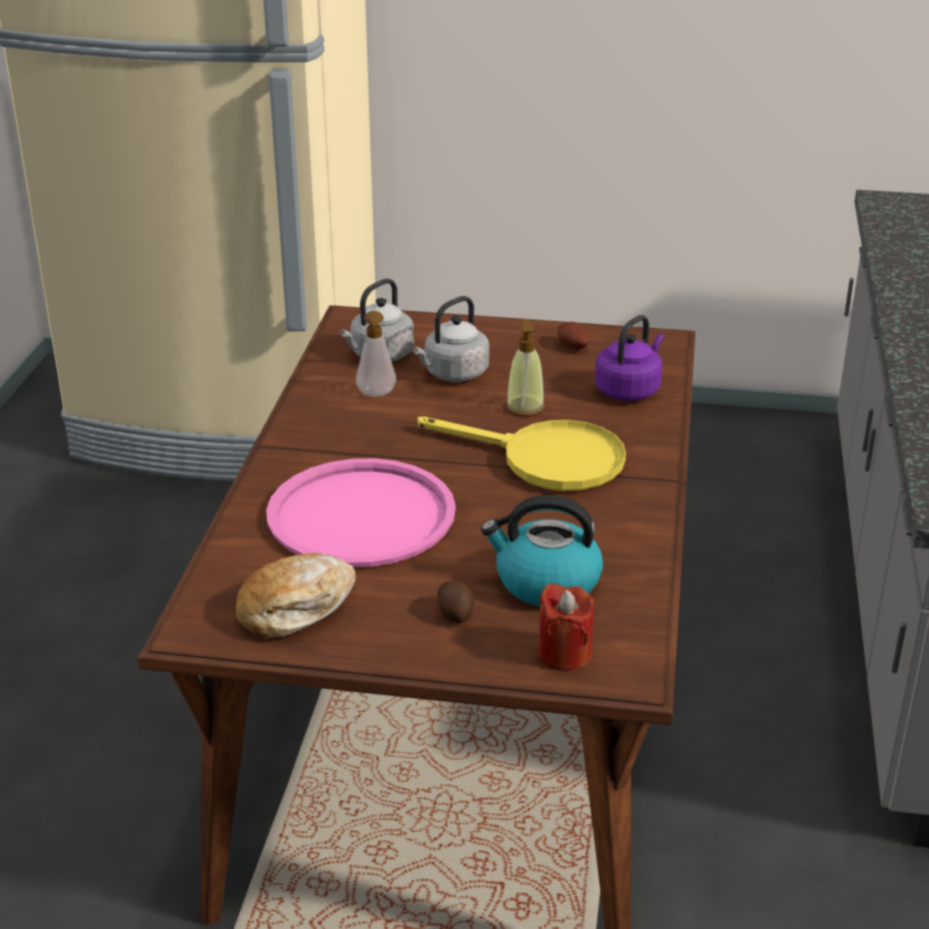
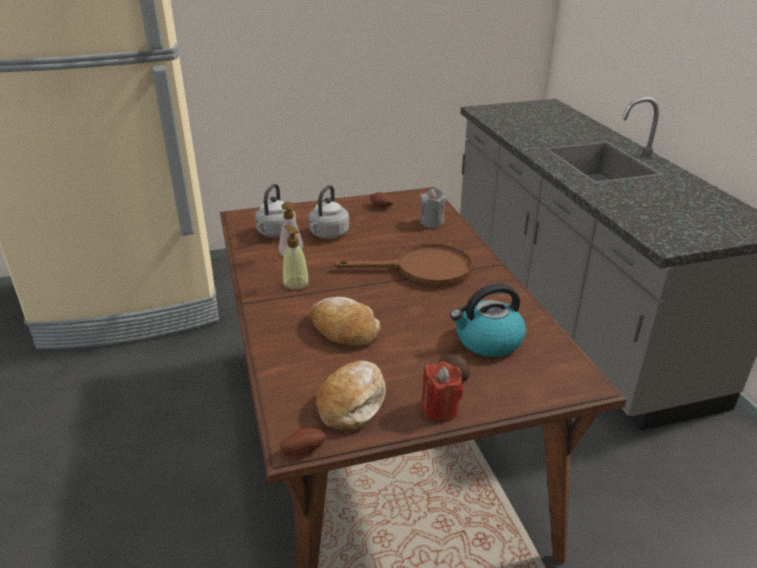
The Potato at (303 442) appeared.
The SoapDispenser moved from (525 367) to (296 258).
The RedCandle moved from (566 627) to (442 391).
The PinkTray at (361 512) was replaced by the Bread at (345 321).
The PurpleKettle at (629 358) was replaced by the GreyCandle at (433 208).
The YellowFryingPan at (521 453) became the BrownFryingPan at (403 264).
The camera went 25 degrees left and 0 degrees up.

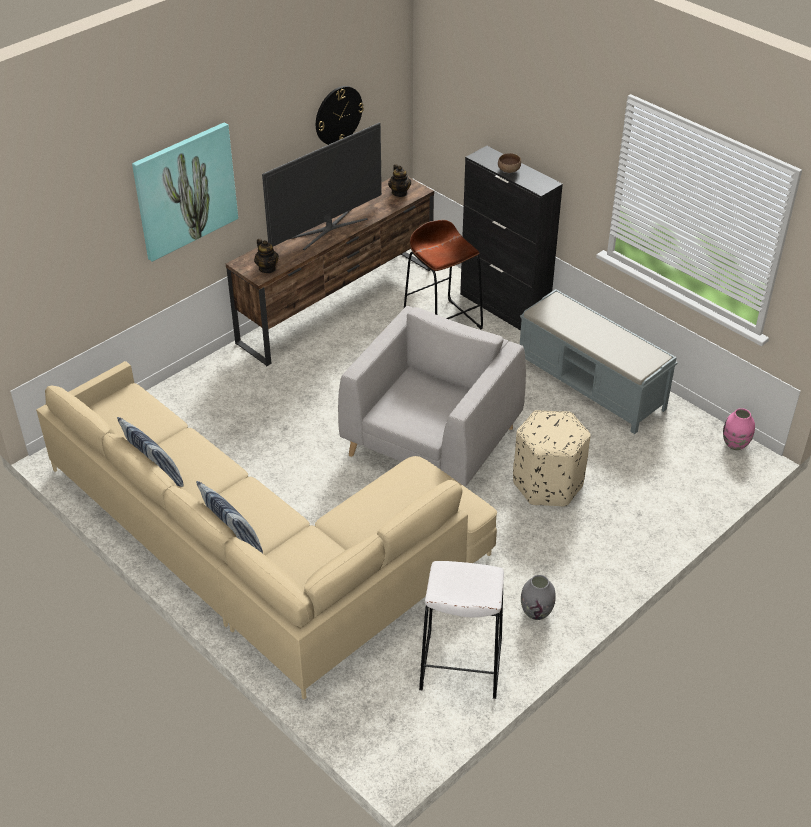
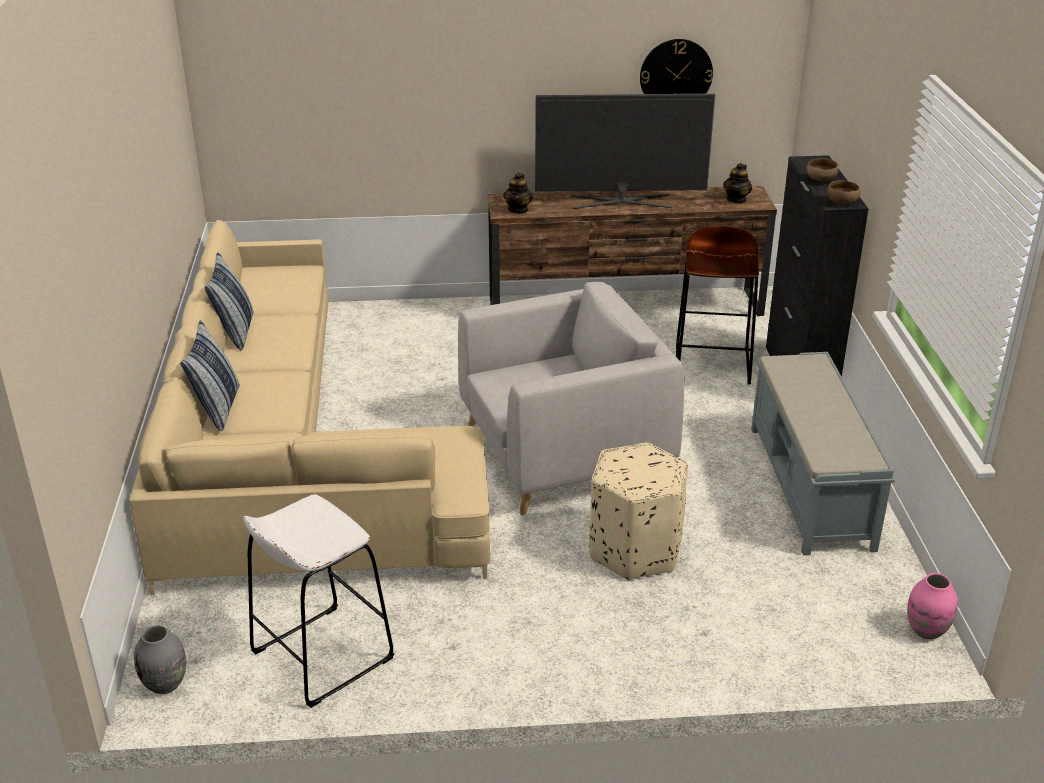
The Picture at (185 192) disappeared.
The BrownBowl at (843 192) appeared.
The GreyVase moved from (538 597) to (160 659).
The camera went 40 degrees right and 10 degrees down.

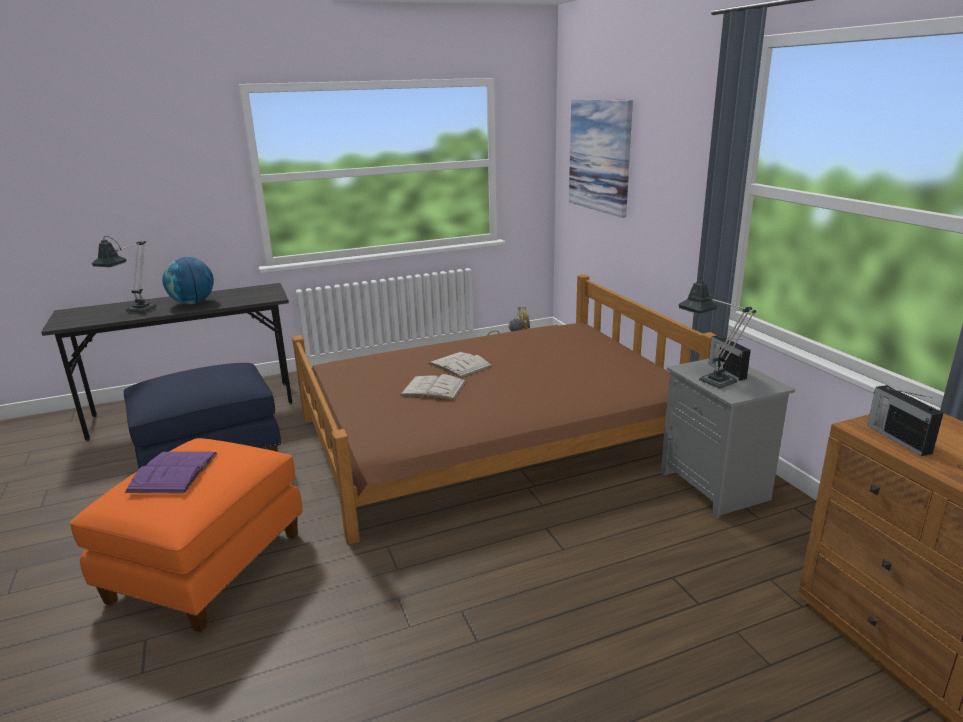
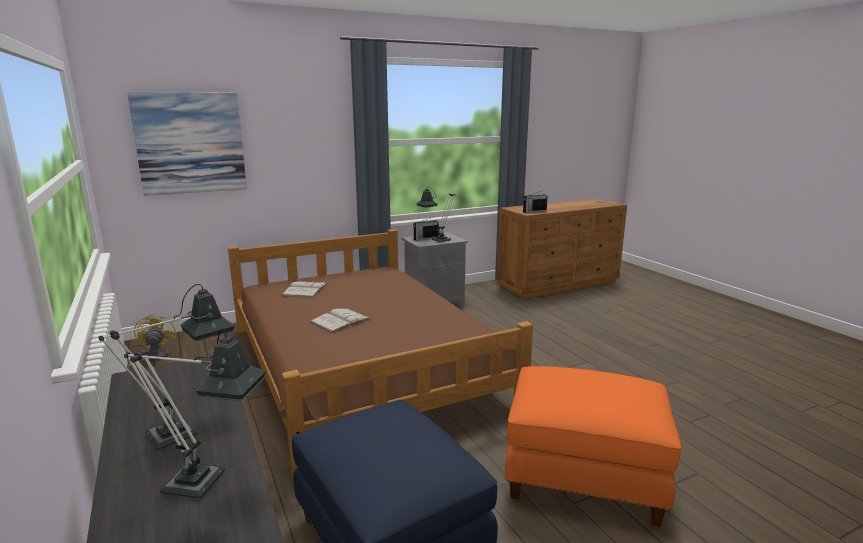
The PurpleBook at (171 473) disappeared.
The WhiteBook moved from (433 387) to (305 289).
The Globe at (188 280) was replaced by the TableLamp at (167 367).
The camera went 95 degrees left and 5 degrees down.

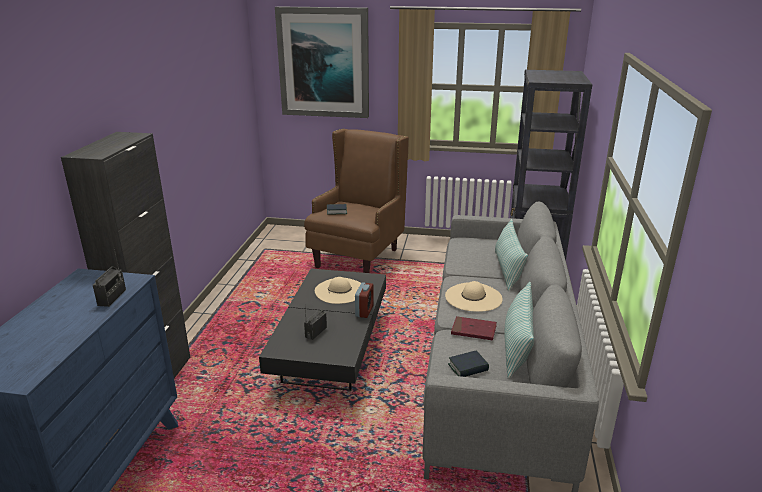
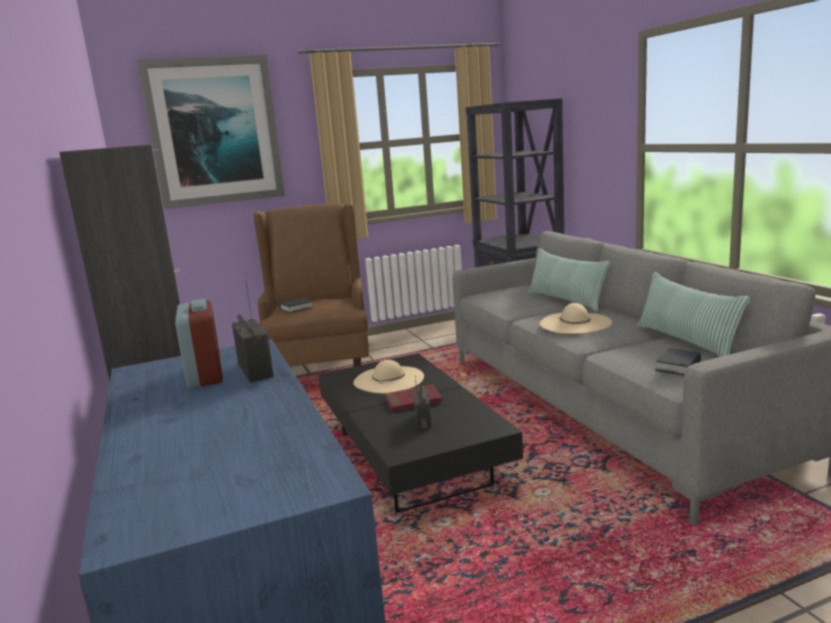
The AlarmClock moved from (364 300) to (199 343).
The RedBook moved from (474 328) to (413 398).
The camera went 30 degrees left and 10 degrees down.

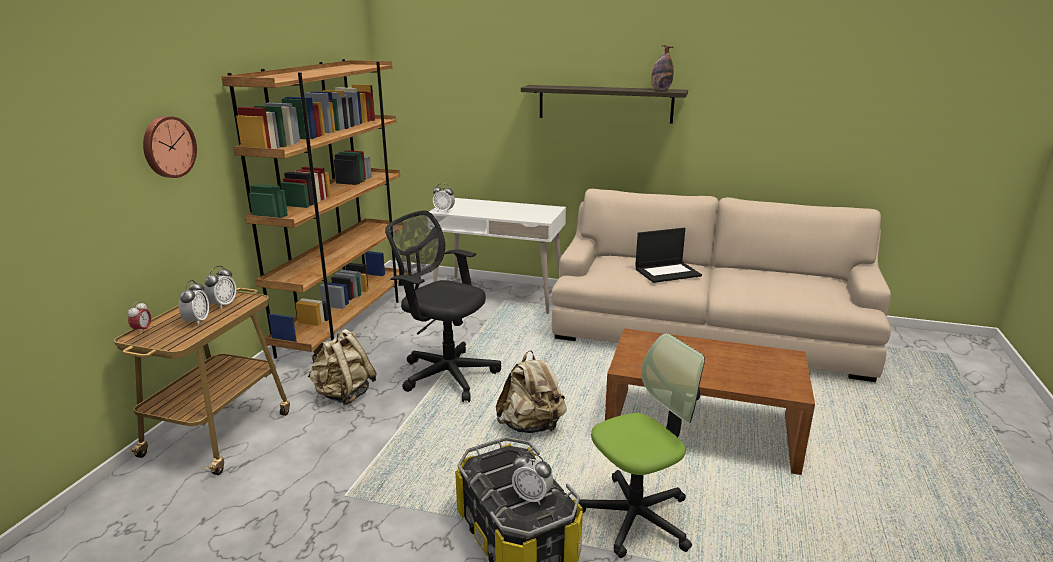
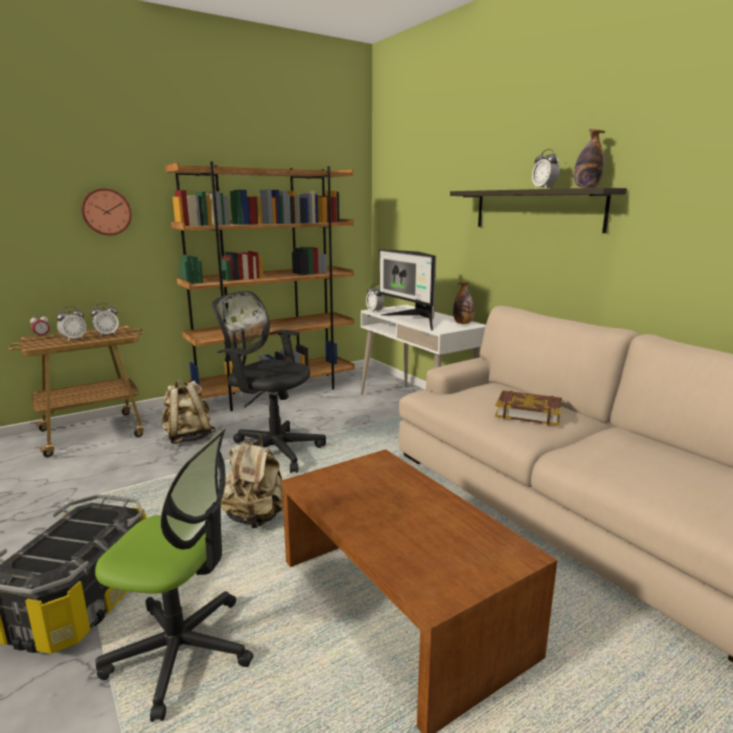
The Monitor at (407 290) appeared.
The Bottle at (464 303) appeared.
The AlarmClock moved from (532 478) to (546 169).
The Laptop at (668 255) was replaced by the Book at (528 408).
The BlackOfficeChair at (443 306) turned 45 degrees counterclockwise.
The camera went 40 degrees right and 5 degrees down.

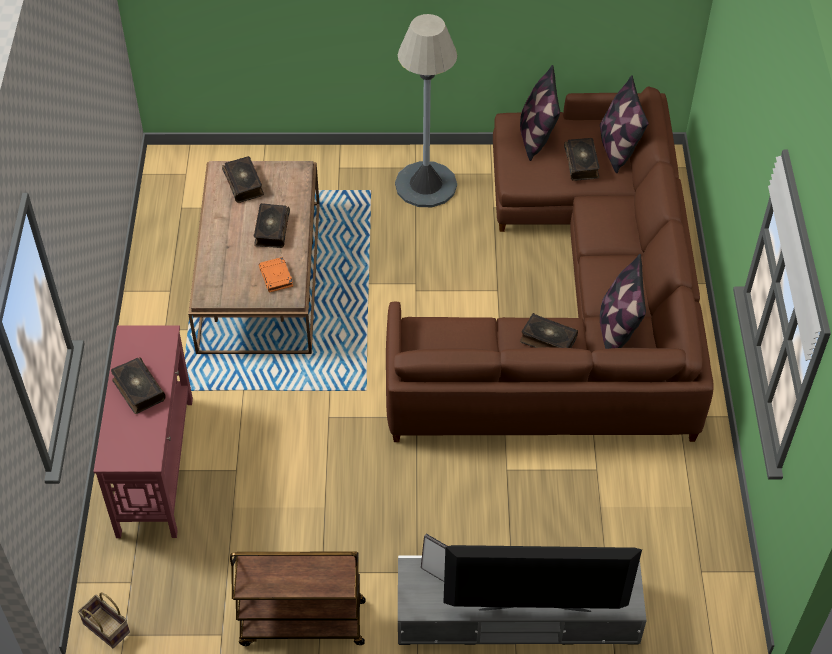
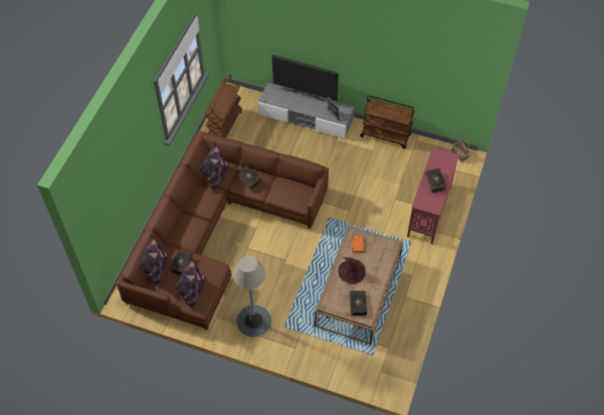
The BrownCart at (223 106) appeared.
The Book at (272 225) was replaced by the BrownHat at (351 270).
The camera went 160 degrees left and 5 degrees up.

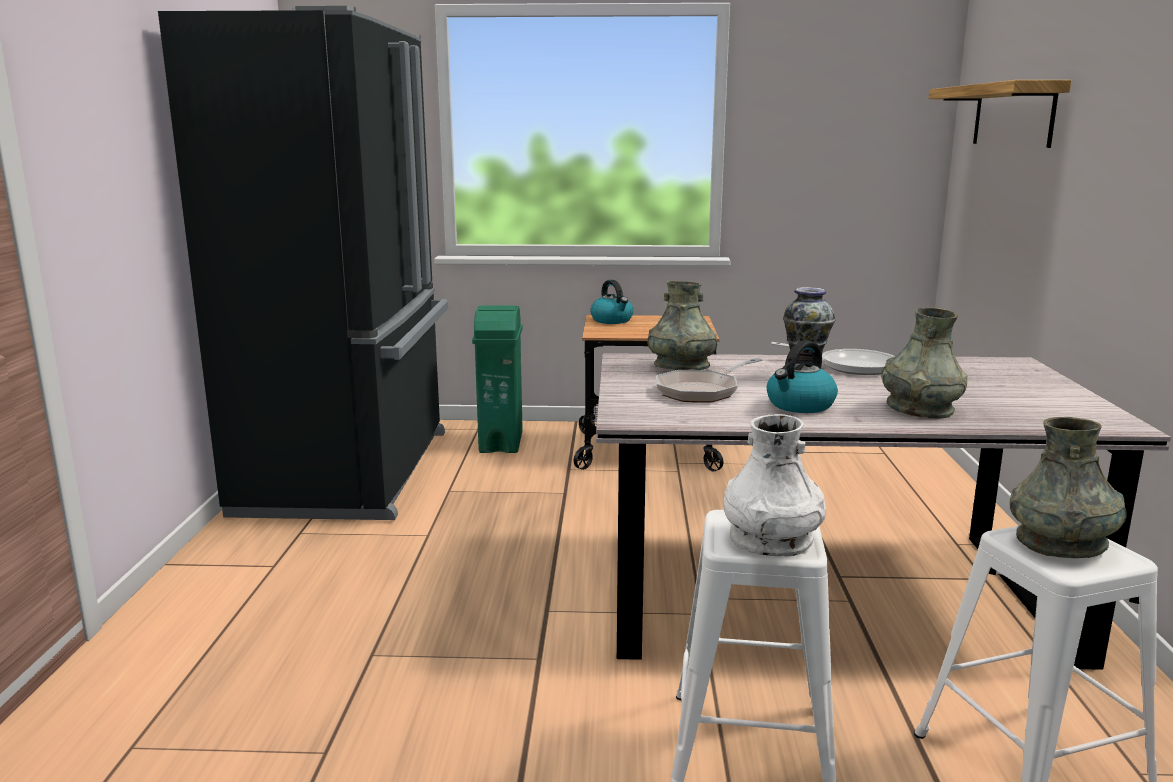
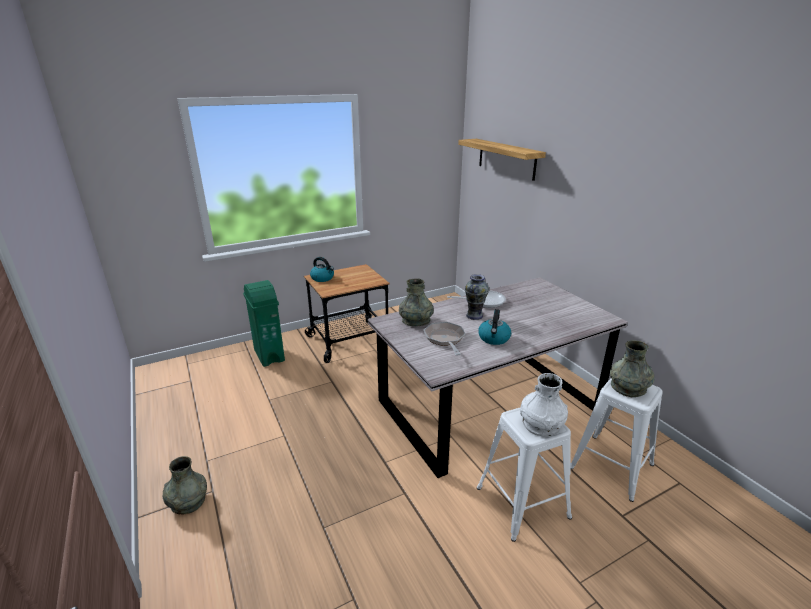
The BlackFridge at (303 263) disappeared.
The GreyVase moved from (924 363) to (185 485).
The FryingPan at (709 380) turned 150 degrees clockwise.
The camera went 30 degrees left and 10 degrees up.

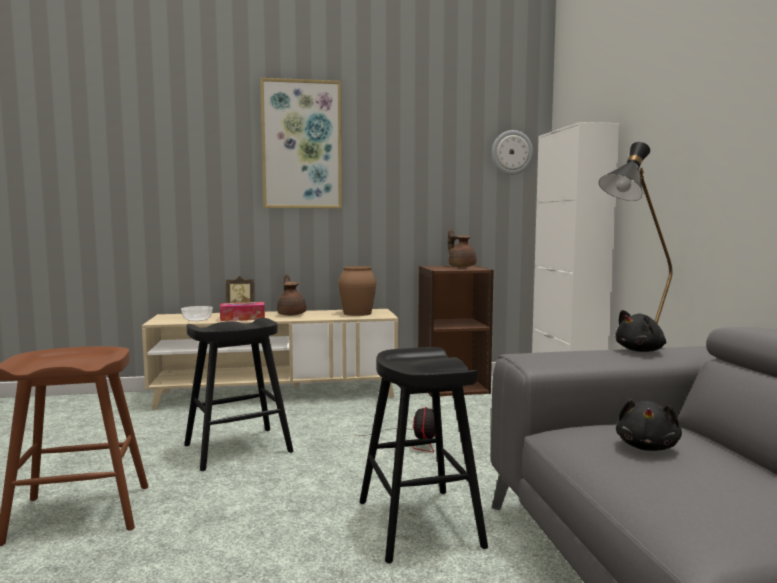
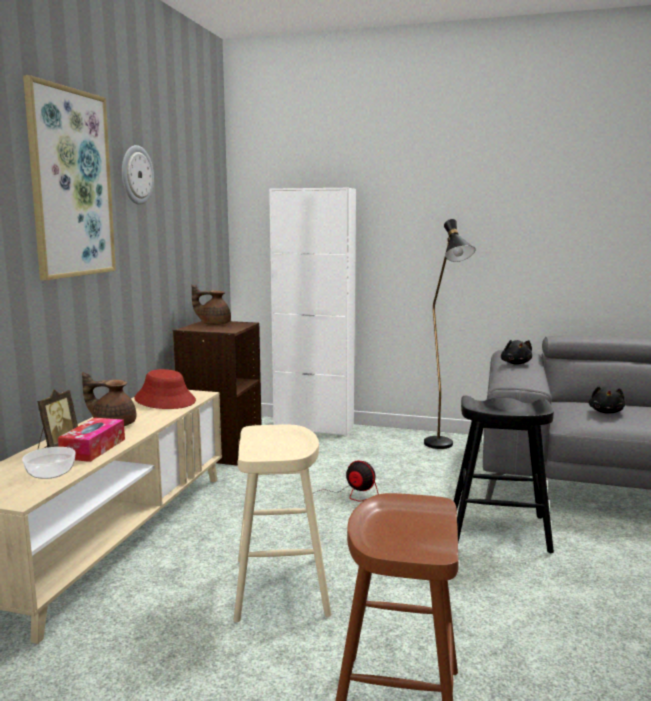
The WallClock moved from (512 152) to (138 175).
The BrownVase at (357 291) was replaced by the RedHat at (165 389).
The BlackStool at (238 394) became the BeigeStool at (282 523).
The BlackPlushToy at (649 425) turned 60 degrees clockwise.
The camera went 65 degrees left and 5 degrees up.

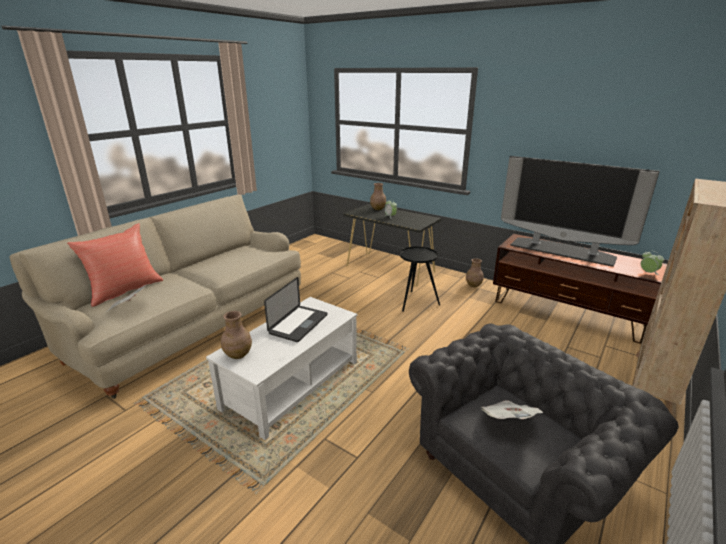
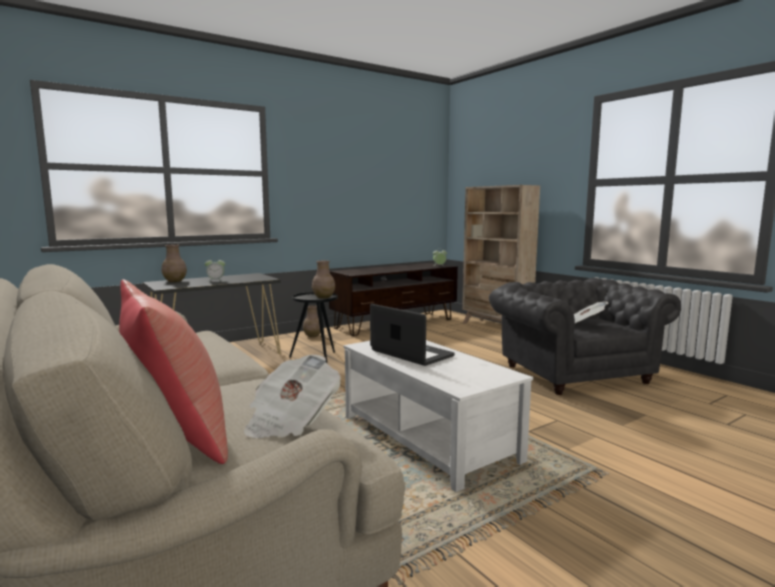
The Television at (580 211) disappeared.
The BrownVase moved from (236 335) to (323 279).
The camera went 70 degrees left and 15 degrees down.

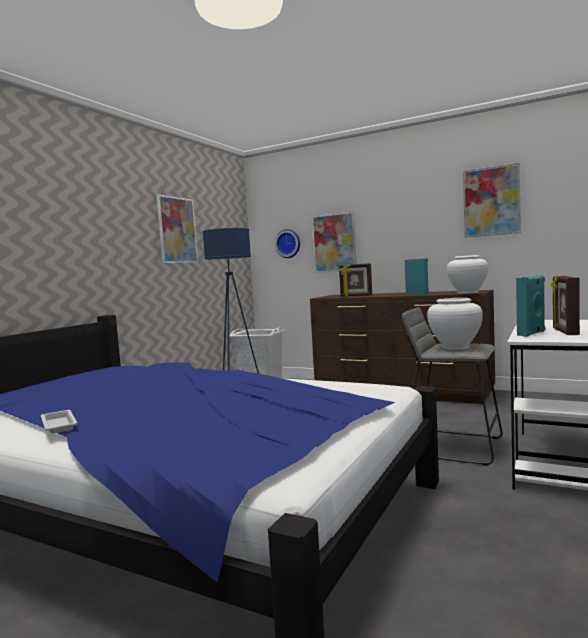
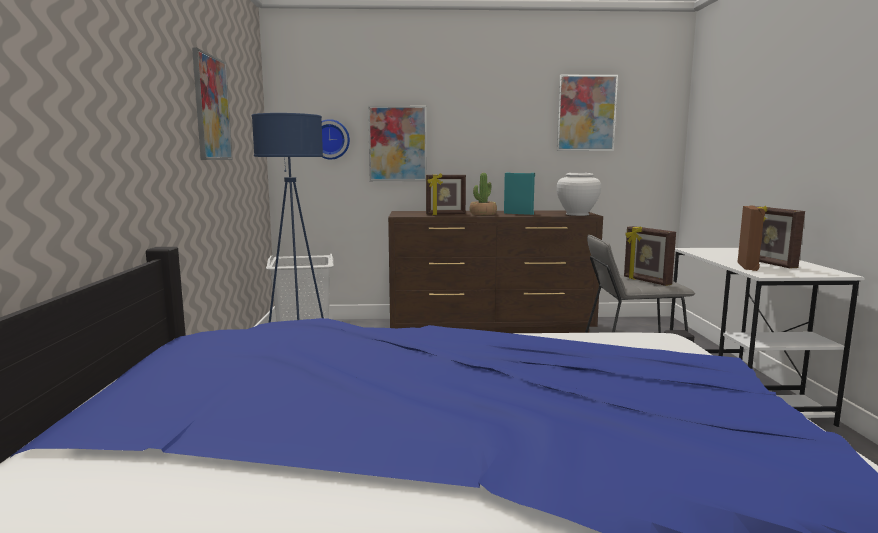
The WhiteTray at (59 422) disappeared.
The PottedPlant at (483 194) appeared.
The WhiteVase at (455 324) was replaced by the PictureFrame at (650 256).
The TurquoiseSpeaker at (530 306) became the BrownSpeaker at (751 238).
The camera went 30 degrees left and 5 degrees up.

